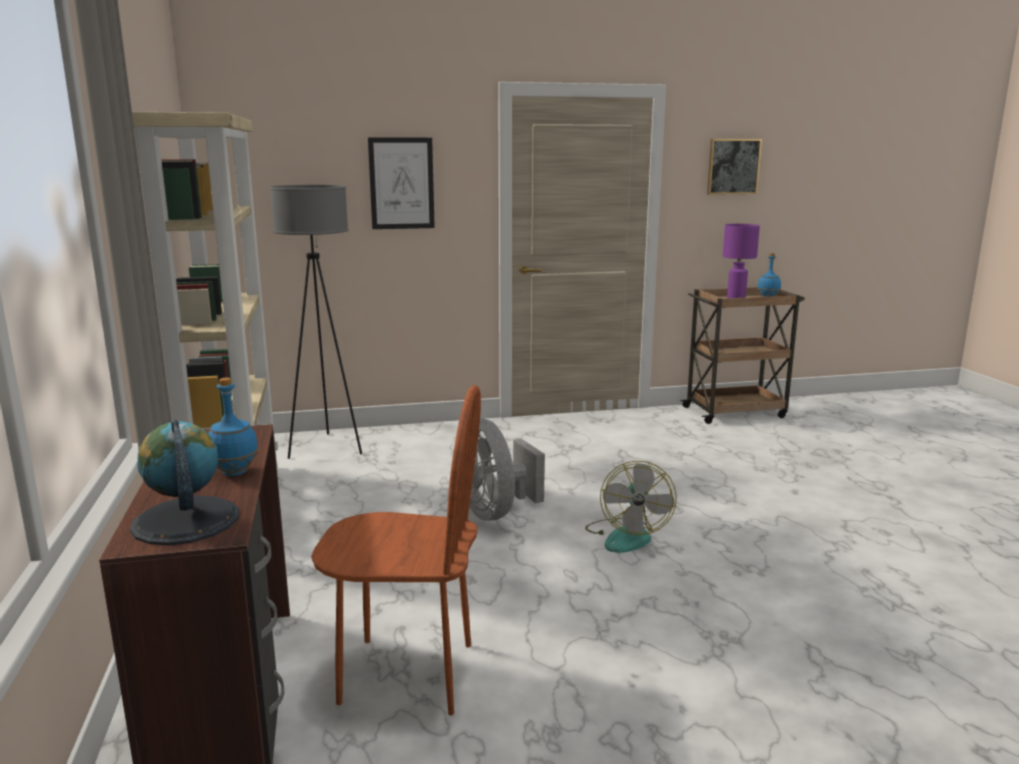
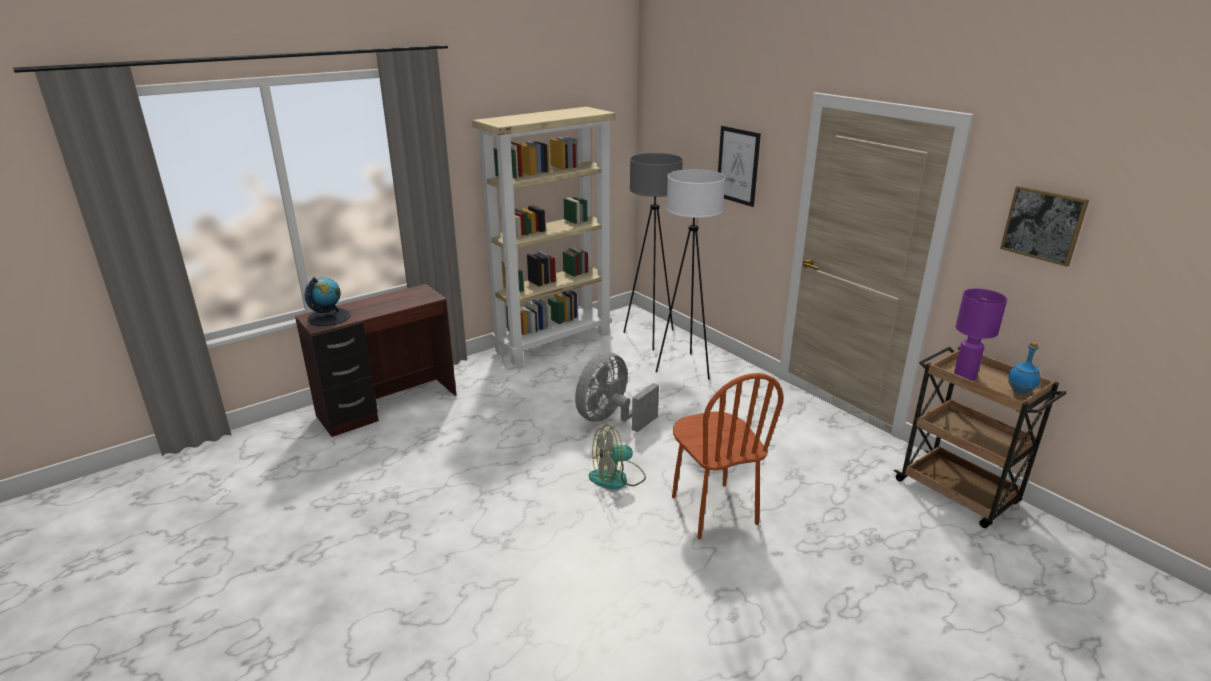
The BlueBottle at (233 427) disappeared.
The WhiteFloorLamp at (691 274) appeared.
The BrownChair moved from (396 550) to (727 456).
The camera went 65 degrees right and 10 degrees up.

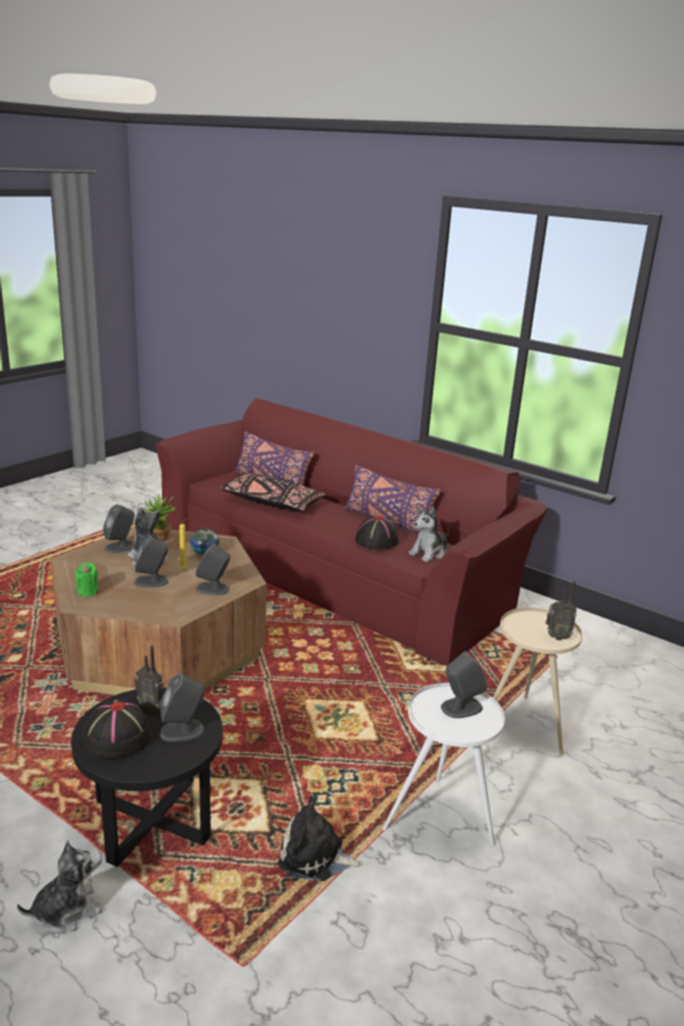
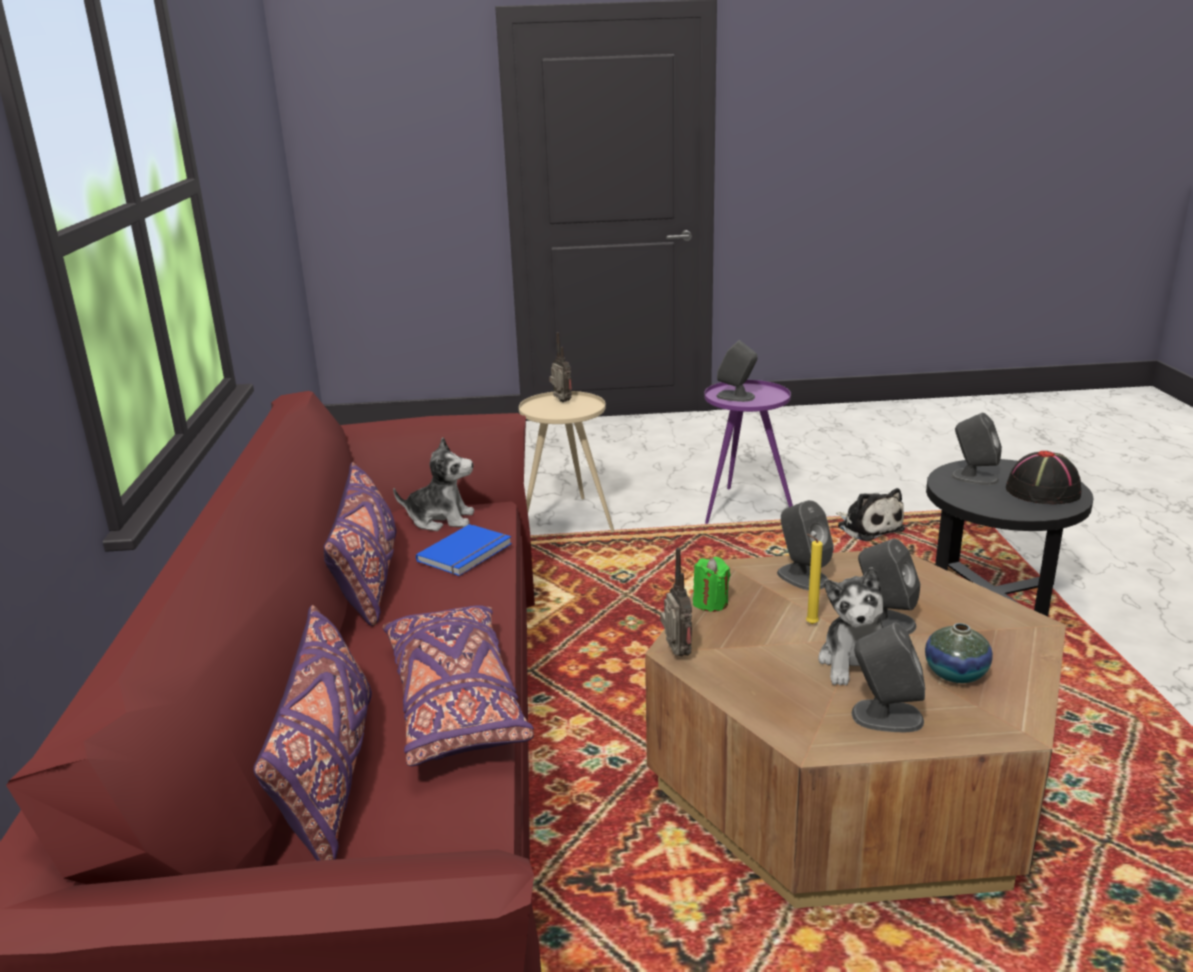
The PlushToy at (59 887) disappeared.
The PottedPlant at (160 517) disappeared.
The GreenCandle moved from (87 579) to (712 584).
The Radio moved from (149 679) to (676 602).
The Vase moved from (205 541) to (959 653).
The BlackHat at (377 533) was replaced by the BlueBook at (464 550).
The BlackPillow at (273 492) became the PurplePillow at (458 686).
The WhiteSideTable at (444 764) became the PurpleSideTable at (748 452).
The camera went 130 degrees left and 0 degrees up.

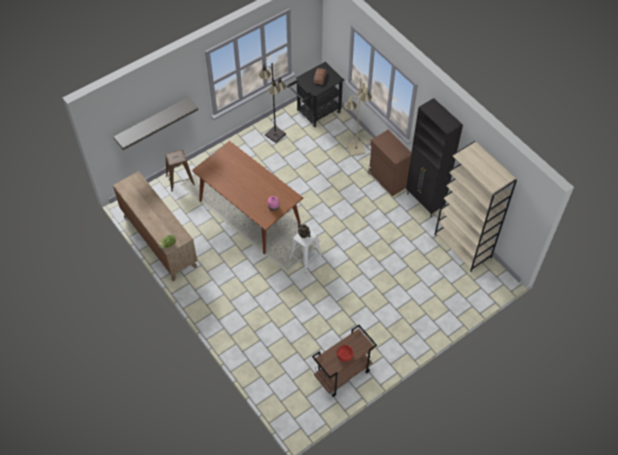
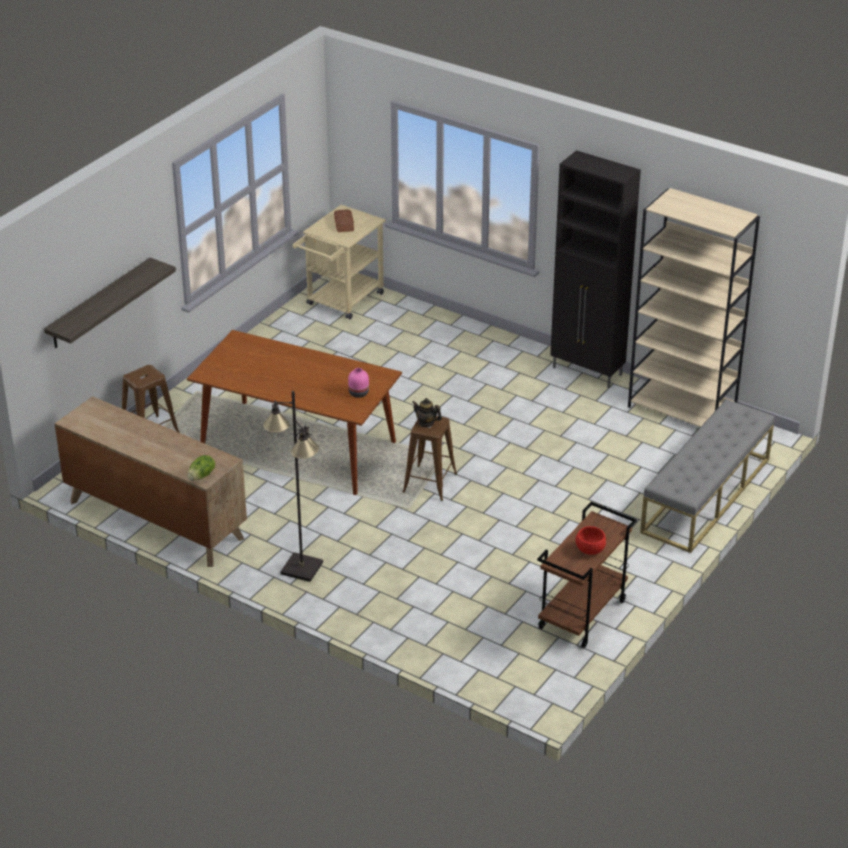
The BeigeFloorLamp at (358 117) disappeared.
The BrownCabinet at (390 163) disappeared.
The GreyBench at (707 476) appeared.
The BlackFloorLamp moved from (272 103) to (293 486).
The BlackCart at (315 94) became the BeigeCart at (339 262).
The WhiteStool at (305 250) became the BrownStool at (430 458).
The camera went 20 degrees left and 20 degrees down.

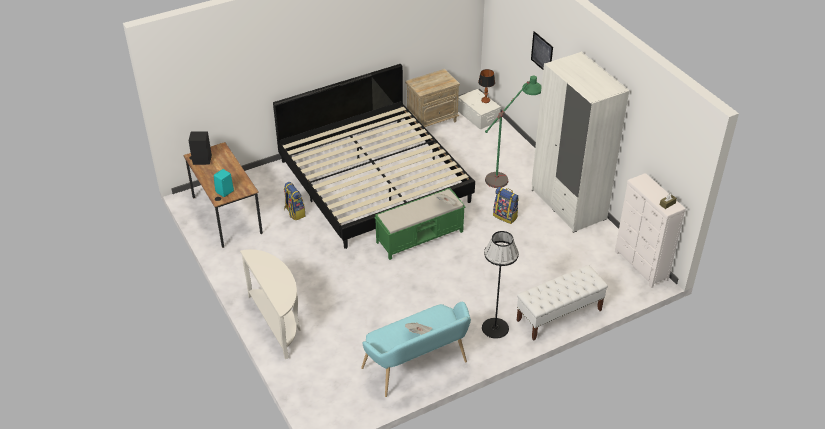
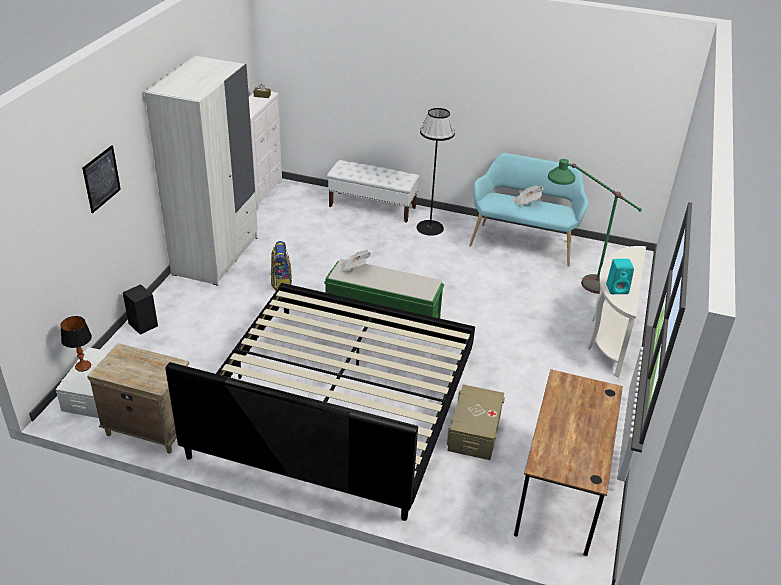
The BlackSpeaker moved from (200 148) to (140 309).
The TurquoiseSpeaker moved from (224 183) to (620 276).
The GreenFloorLamp moved from (513 132) to (595 226).
The Backpack at (294 201) was replaced by the BeigeStorageBox at (476 422).
The camera went 135 degrees left and 5 degrees down.

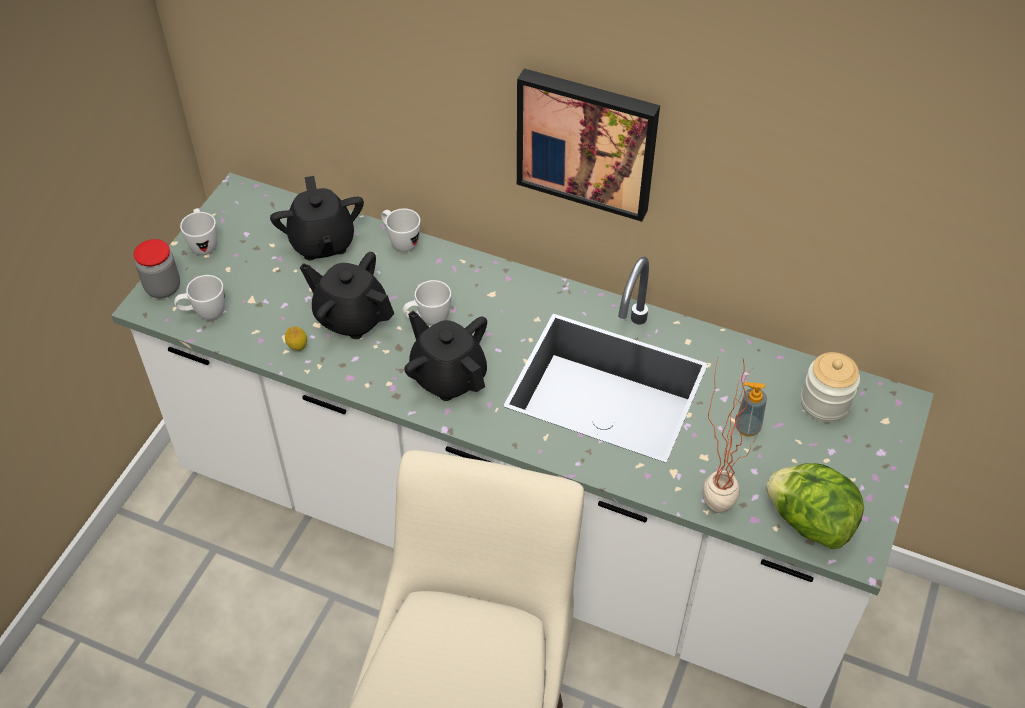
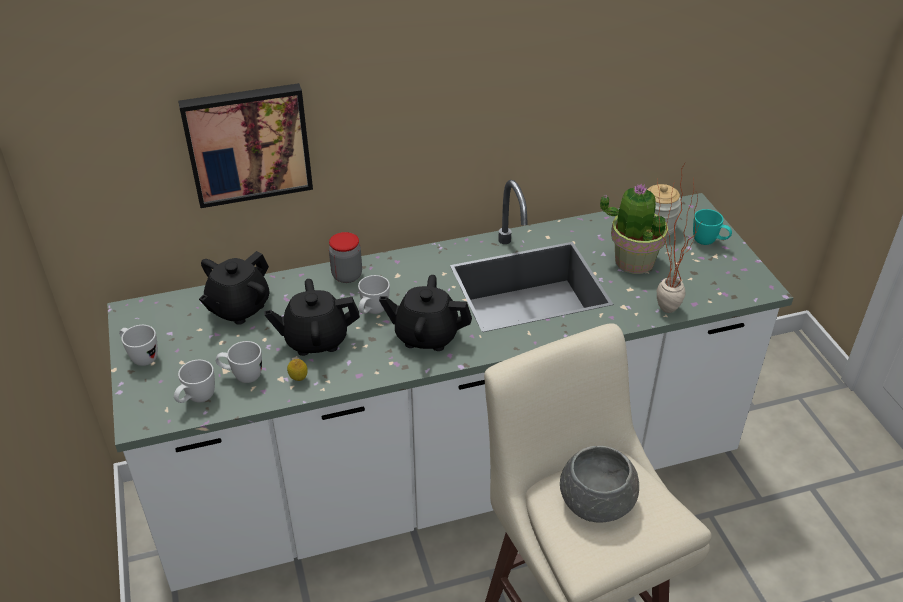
The Lettuce at (815 506) disappeared.
The GreyBowl at (599 484) appeared.
The TurquoiseMug at (712 227) appeared.
The Jar moved from (157 268) to (345 257).
The WhiteMug moved from (401 230) to (239 362).
The Picture moved from (588 145) to (245 145).
The SoapDispenser at (751 409) was replaced by the PottedPlant at (634 228).
The BlackTeapot at (317 218) turned 90 degrees clockwise.
The camera went 40 degrees left and 10 degrees down.

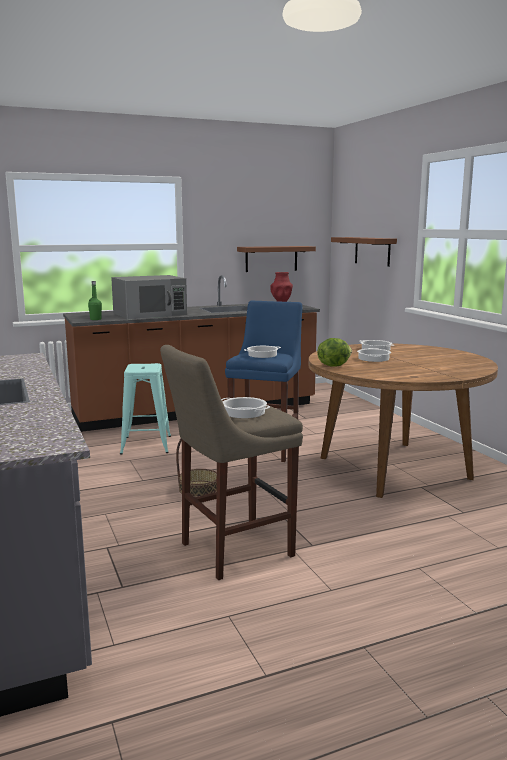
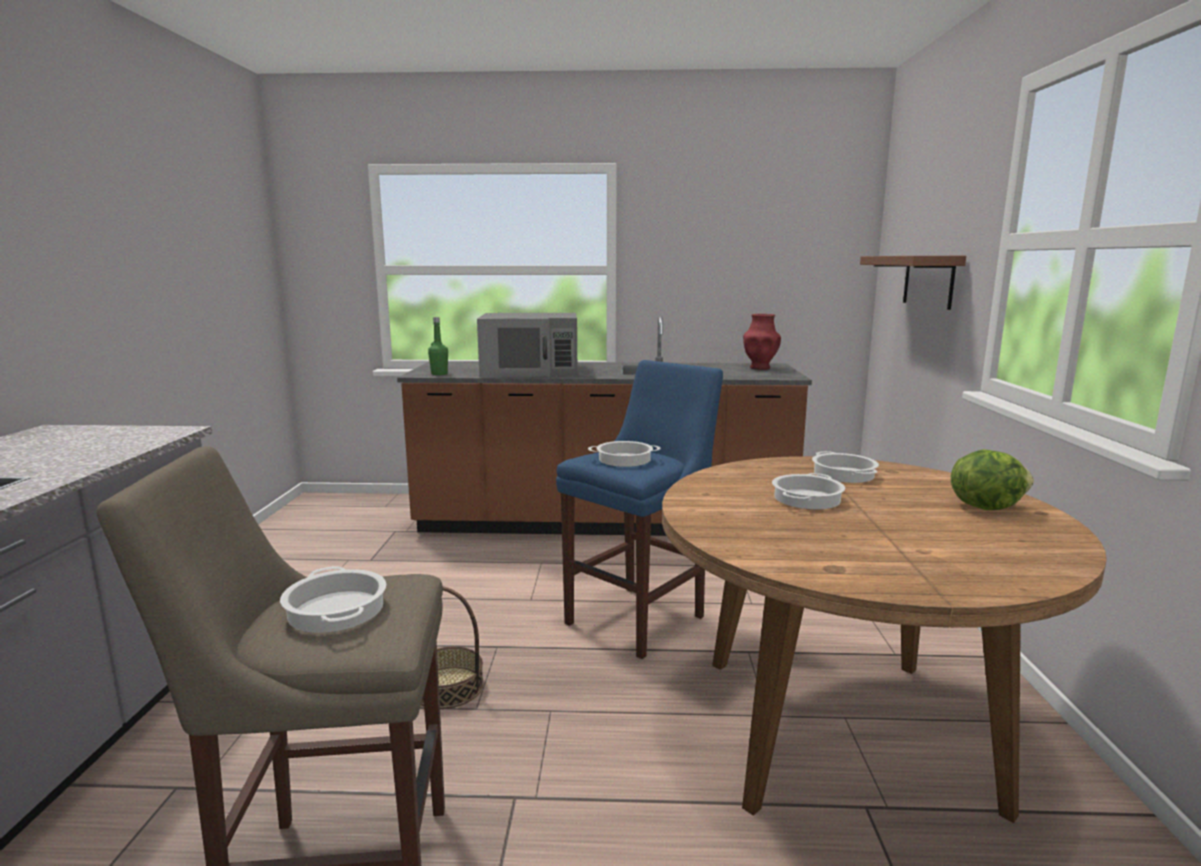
The TurquoiseStool at (145 409) disappeared.
The BrownShelf at (276 259) disappeared.
The Lettuce moved from (334 352) to (992 479).
The camera went 25 degrees right and 0 degrees up.

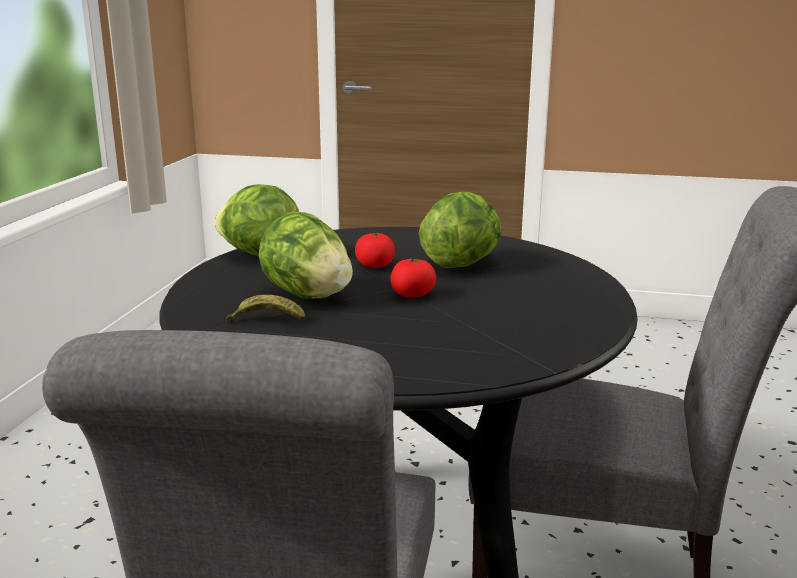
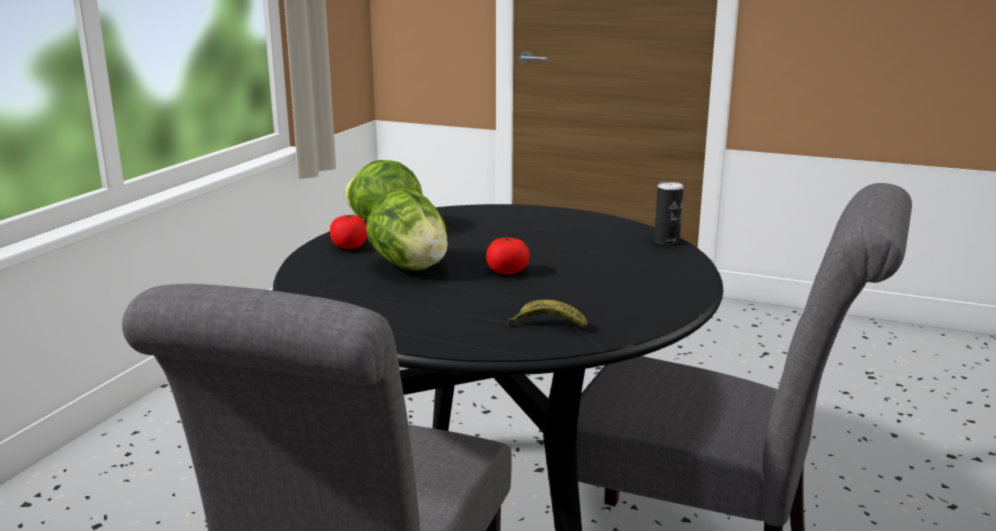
The Lettuce at (460 230) disappeared.
The Can at (669 213) appeared.
The Banana moved from (265 309) to (548 314).
The Tomato moved from (375 250) to (348 232).
The camera went 10 degrees right and 0 degrees up.

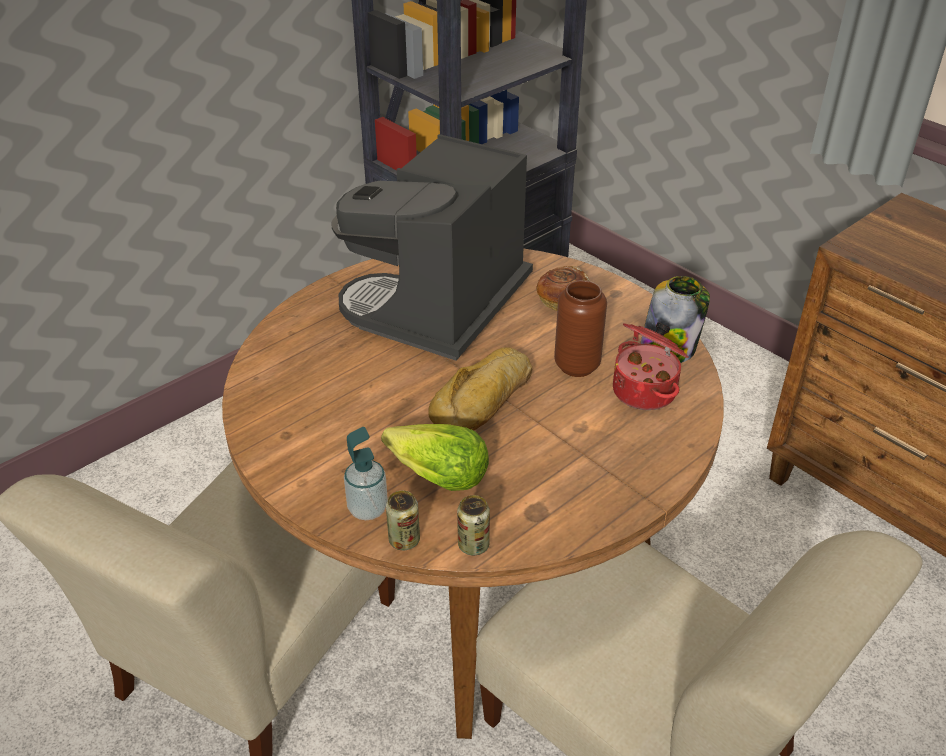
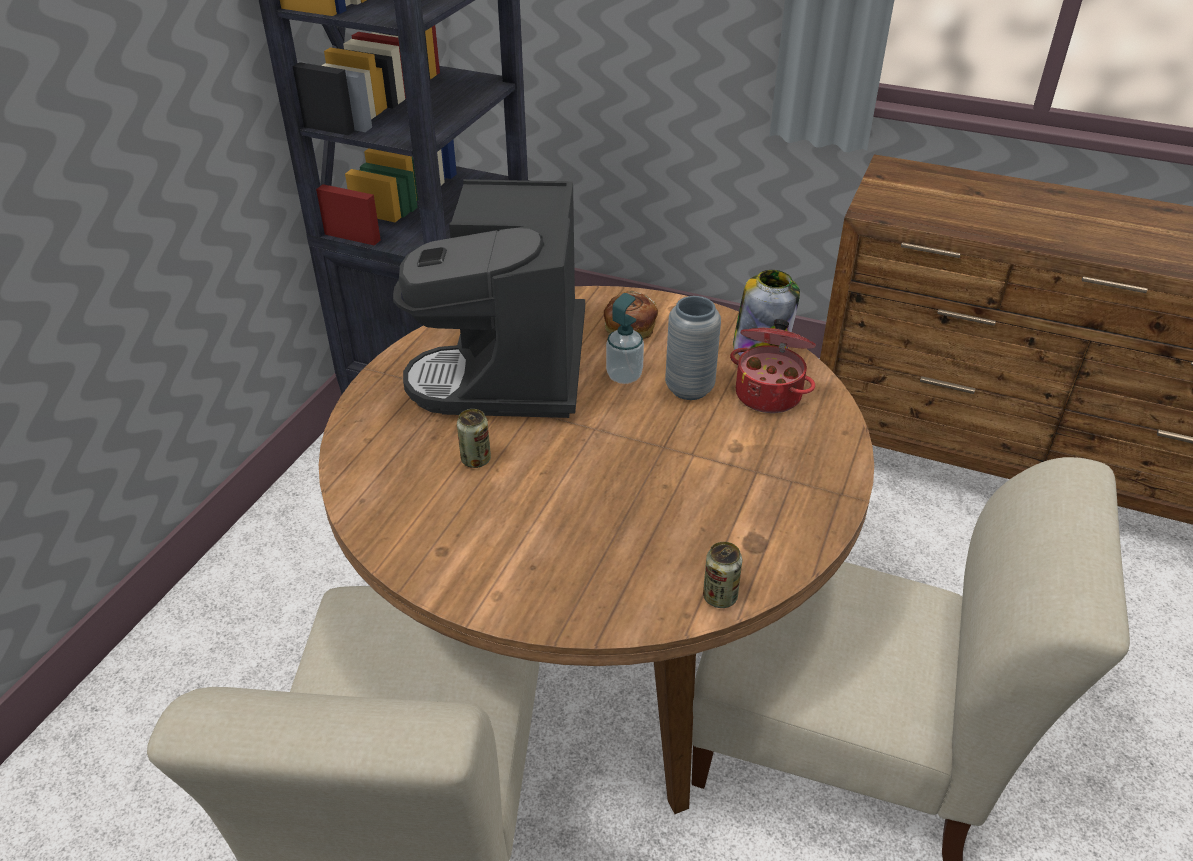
The Lettuce at (435 457) disappeared.
The Bread at (480 389) disappeared.
The SoapDispenser moved from (366 473) to (625 338).
The Can moved from (403 520) to (474 438).
The BrownVase at (580 328) became the GreyVase at (693 348).
The camera went 25 degrees left and 0 degrees up.

